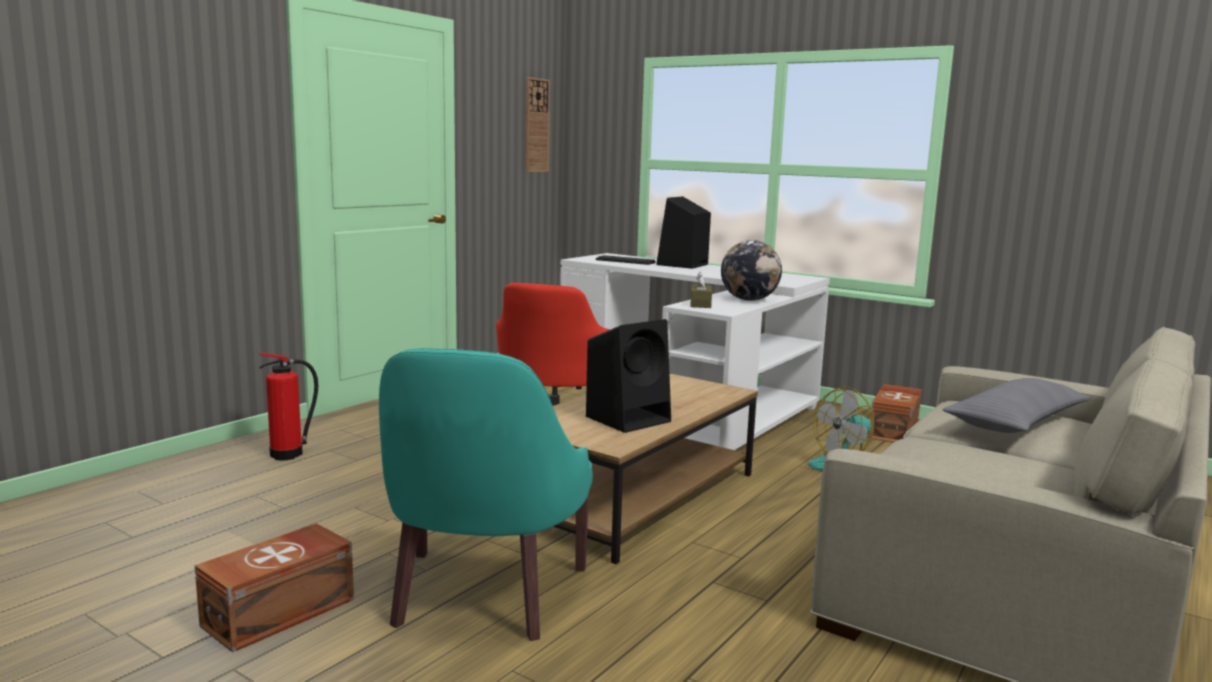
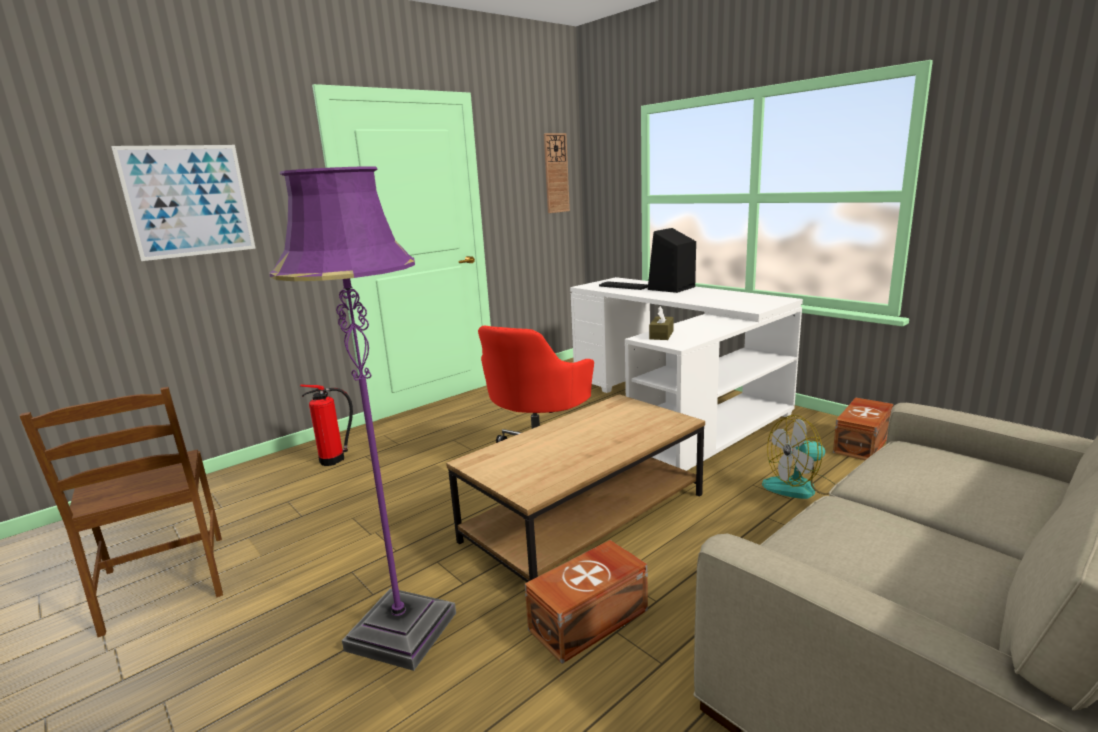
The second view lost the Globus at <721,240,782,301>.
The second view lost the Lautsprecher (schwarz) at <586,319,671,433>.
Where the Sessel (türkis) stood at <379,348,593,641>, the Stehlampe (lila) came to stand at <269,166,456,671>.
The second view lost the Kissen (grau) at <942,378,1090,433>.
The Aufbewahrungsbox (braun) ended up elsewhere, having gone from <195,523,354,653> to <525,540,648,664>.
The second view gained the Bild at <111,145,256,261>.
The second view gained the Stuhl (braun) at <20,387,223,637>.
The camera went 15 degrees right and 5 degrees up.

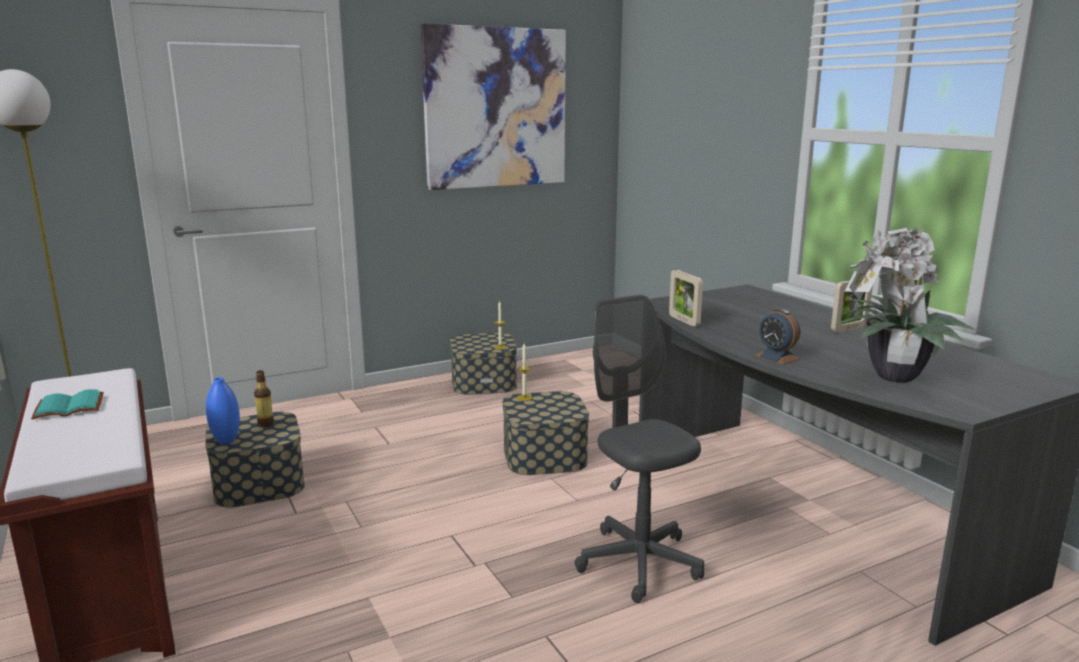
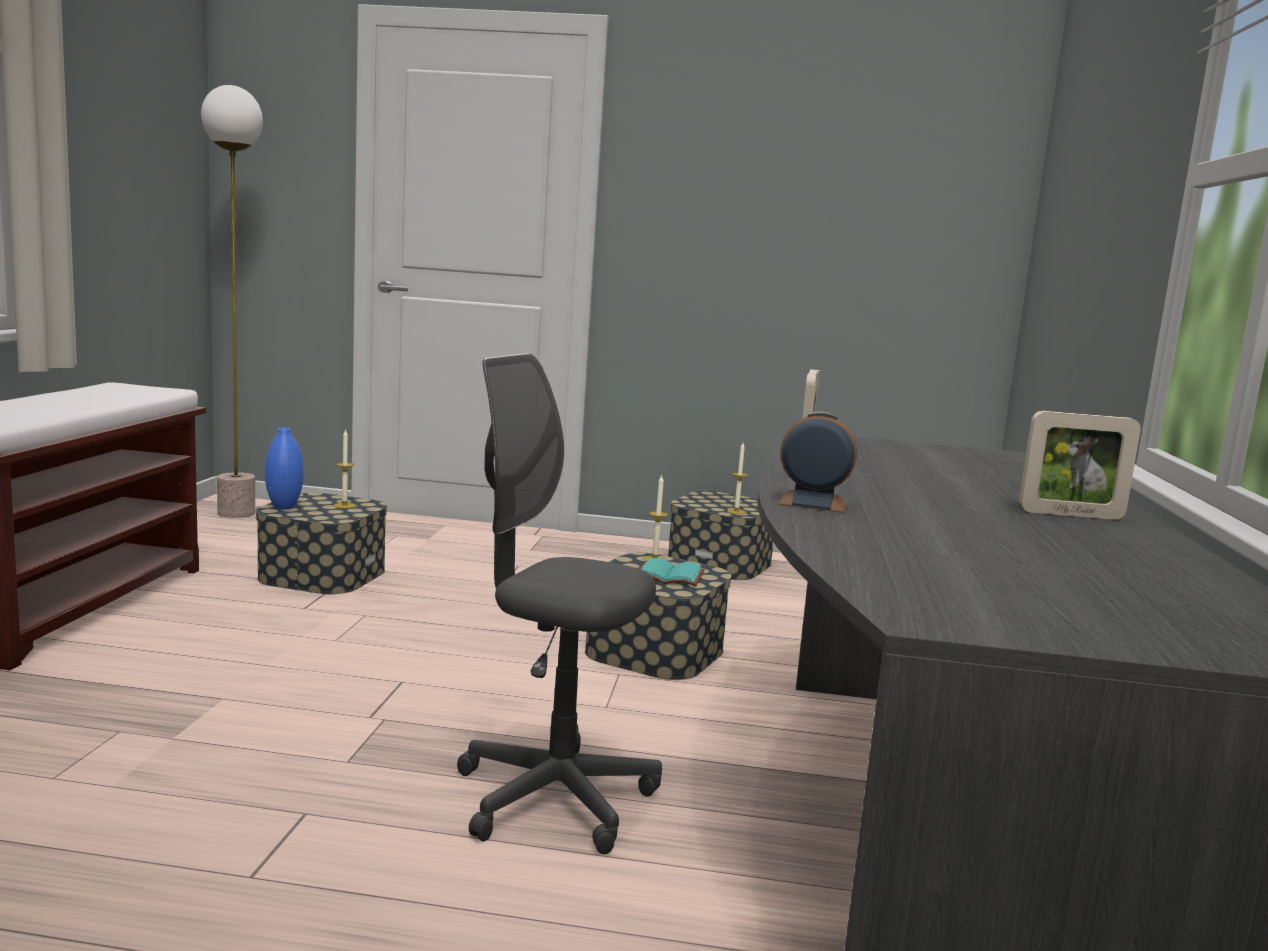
The second view lost the Bild at <420,23,566,190>.
The second view lost the Topfpflanze at <835,227,976,383>.
The Bürostuhl (grau) at <574,294,704,603> ended up facing another way, 75 degrees counterclockwise from before.
The Wecker at <755,309,800,365> ended up facing another way, 105 degrees clockwise from before.
Where the Flasche stood at <254,370,274,427>, the Kerze came to stand at <334,429,355,508>.
The Buch (türkis) ended up elsewhere, having gone from <31,389,104,420> to <639,558,705,586>.
The camera went 35 degrees right and 5 degrees down.

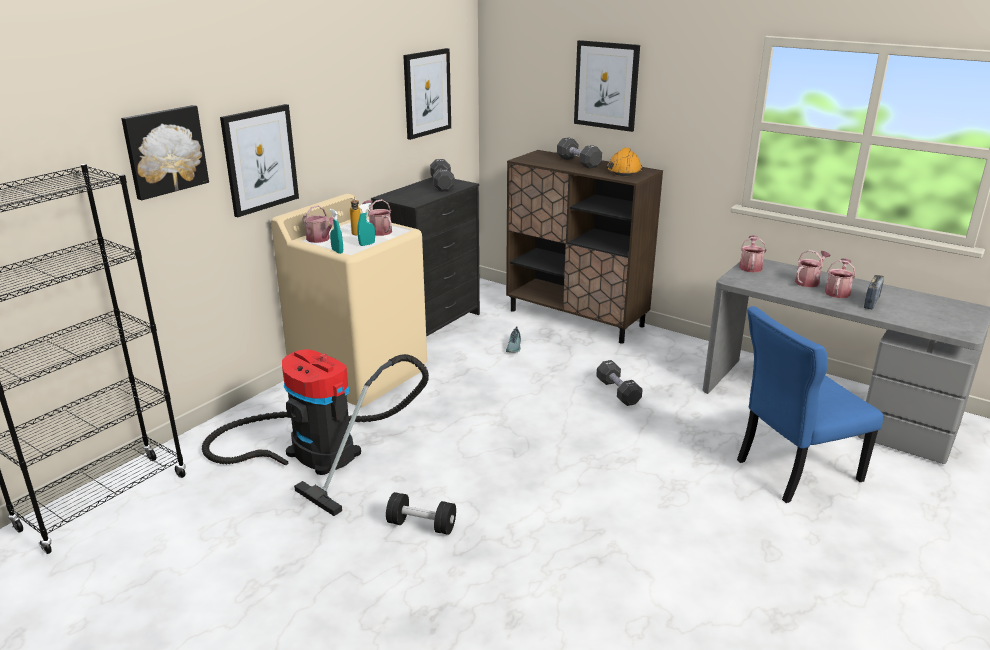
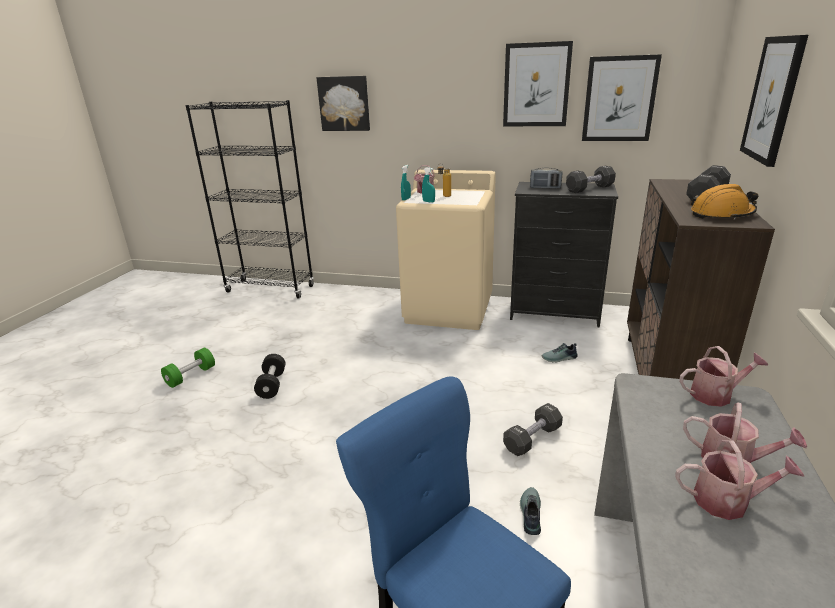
The Bild ended up elsewhere, having gone from <220,104,299,217> to <503,41,573,126>.
The second view lost the Gießkanne at <362,199,392,236>.
The Radio ended up elsewhere, having gone from <864,275,884,309> to <530,167,563,189>.
The second view lost the Staubsauger at <202,349,429,516>.
The second view gained the Hantel (grün) at <161,348,215,388>.
The second view gained the Schuh at <520,487,541,535>.
The camera went 70 degrees right and 0 degrees up.

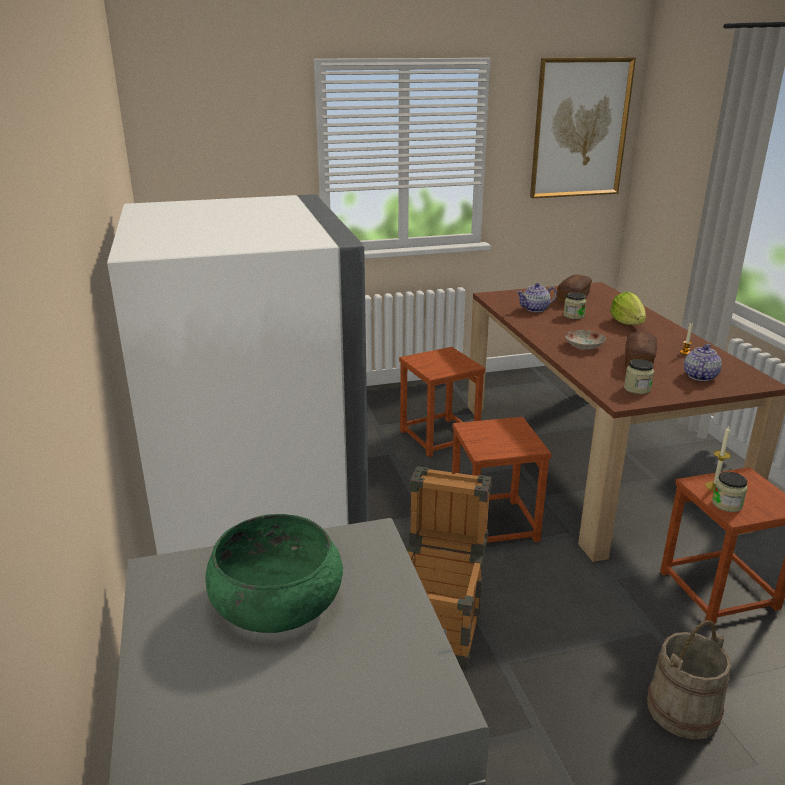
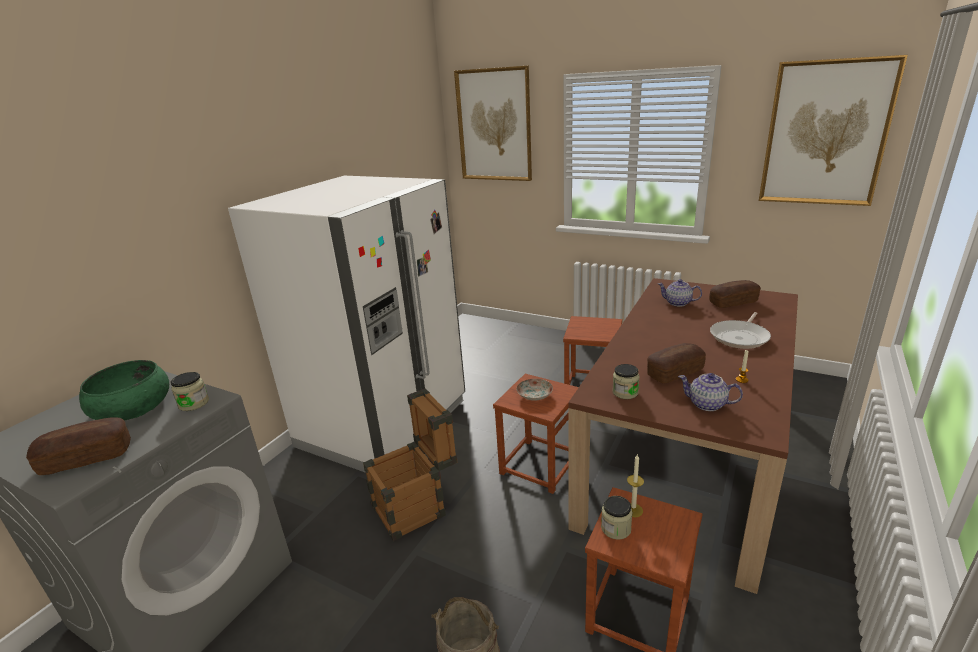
The Vorratsglas ended up elsewhere, having gone from <563,292,586,319> to <171,372,209,411>.
Where the Salatkopf stood at <610,292,646,325>, the Pfanne came to stand at <710,312,771,349>.
The Teller ended up elsewhere, having gone from <565,330,606,350> to <516,379,553,400>.
The Teekanne at <684,344,722,381> ended up facing another way, 135 degrees counterclockwise from before.
The second view gained the Bild at <454,66,532,181>.
The second view gained the Brot at <26,417,131,475>.
The camera went 45 degrees right and 0 degrees up.

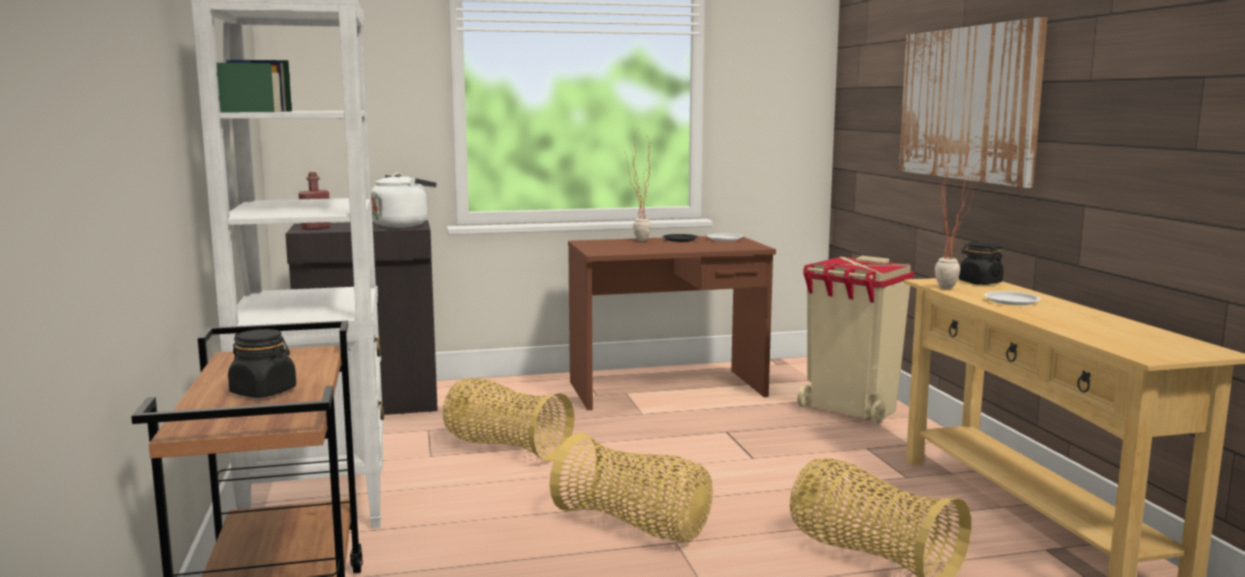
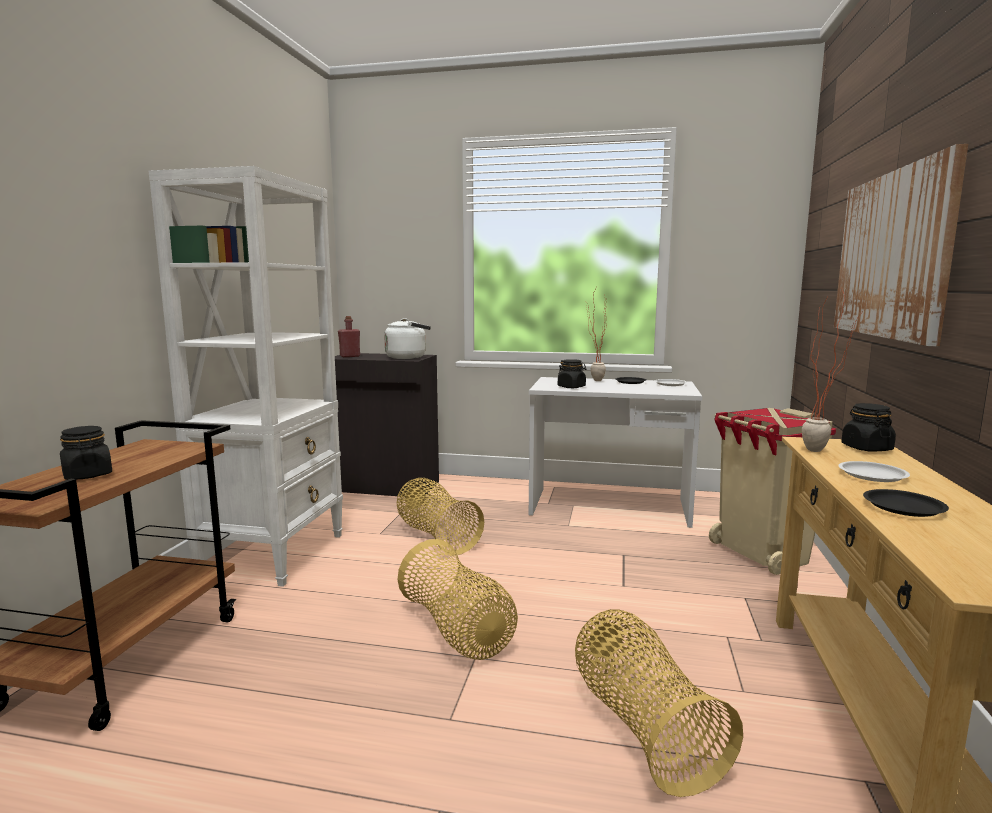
What was the Schreibtisch (braun) at <568,236,776,410> turned into the Schreibtisch (weiß) at <529,377,702,528>.
The second view gained the Vorratsglas (schwarz) at <558,359,586,388>.
The second view gained the Teller (schwarz) at <863,489,949,517>.
The camera went 25 degrees right and 0 degrees up.

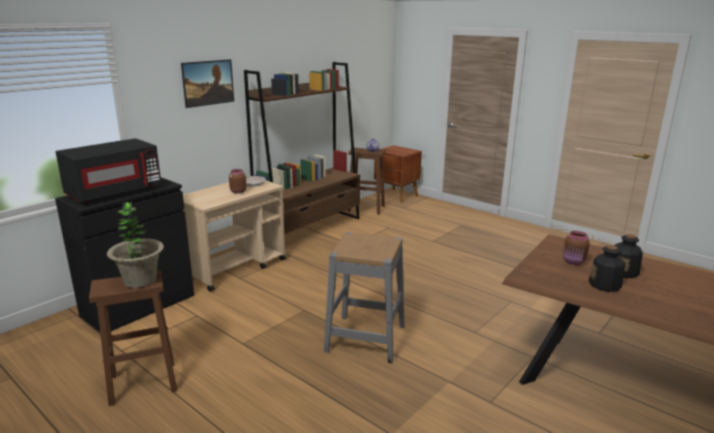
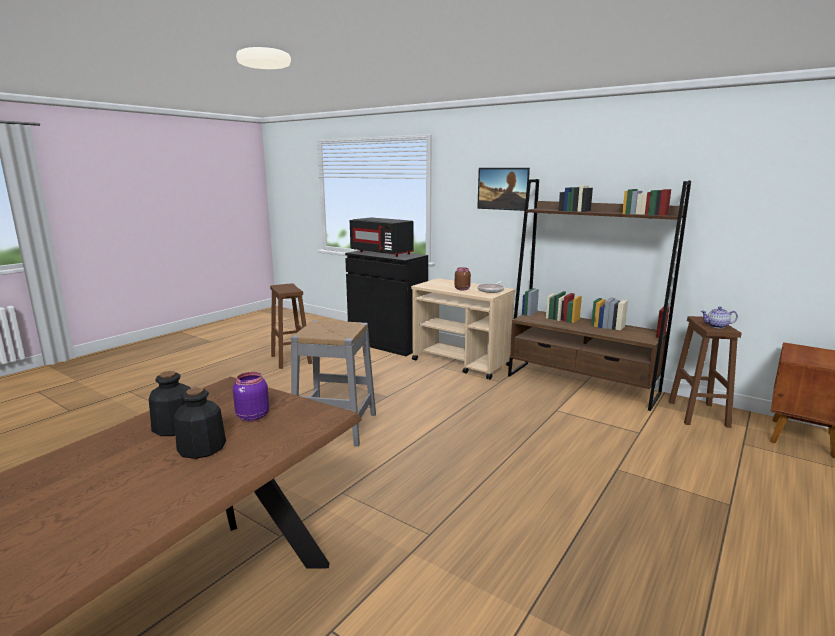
The second view lost the Topfpflanze at <107,202,164,288>.
What was the Vorratsglas (braun) at <563,231,590,265> turned into the Vorratsglas (lila) at <233,372,269,422>.
The camera went 85 degrees right and 5 degrees down.

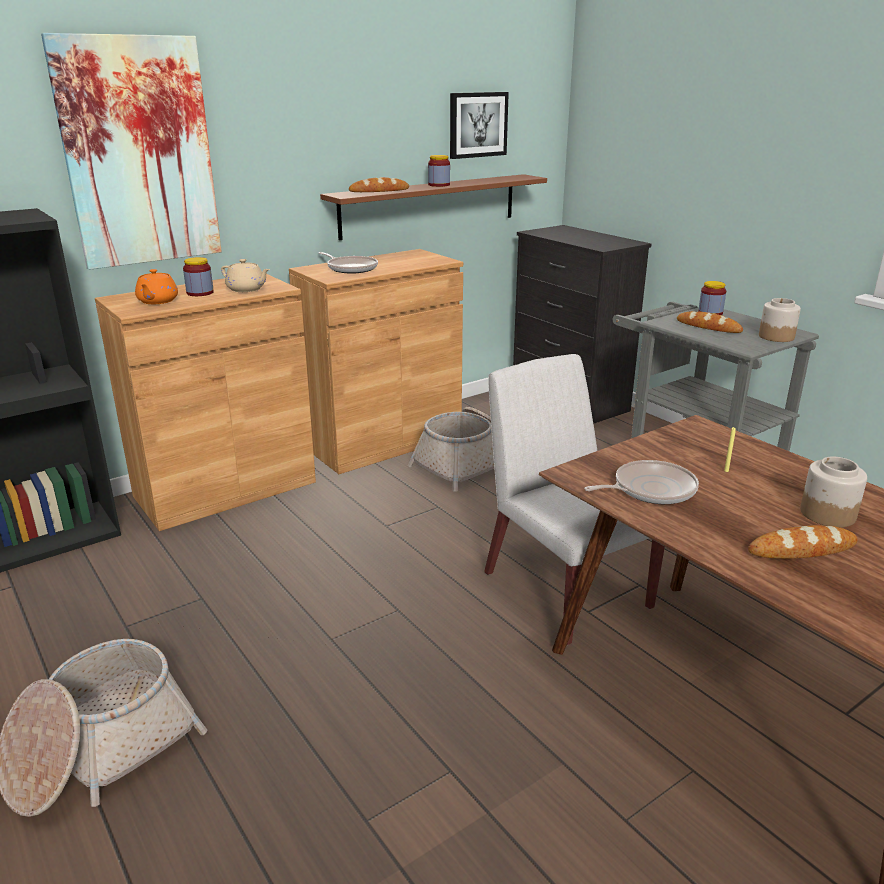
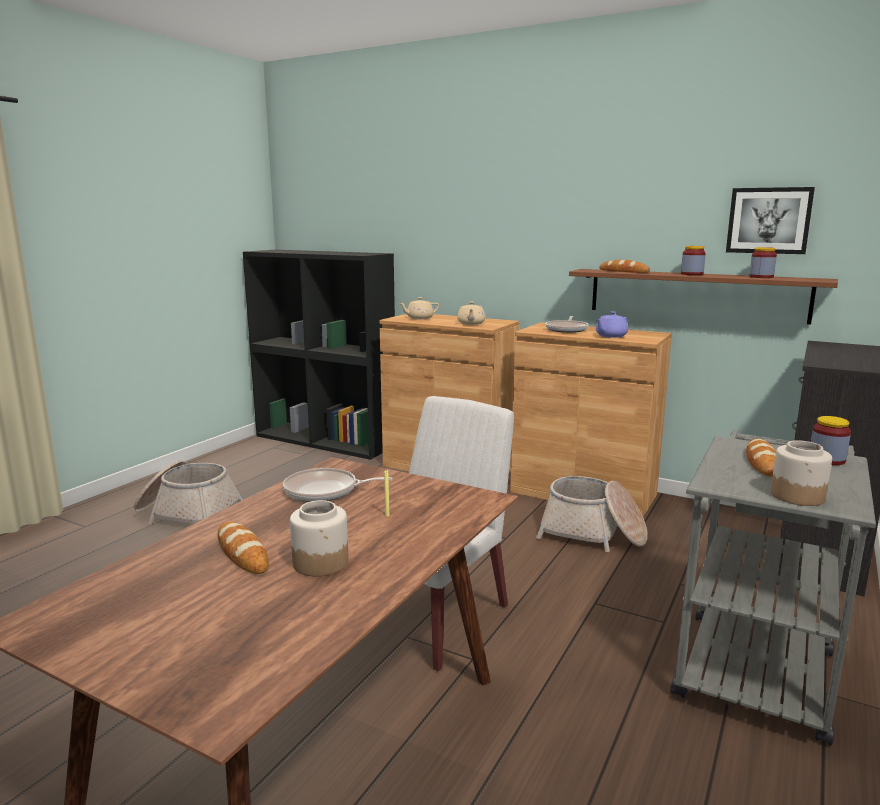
The second view lost the Bild at <41,33,222,270>.
The Vorratsglas ended up elsewhere, having gone from <183,257,214,296> to <749,247,777,278>.
What was the Teekanne (orange) at <135,269,178,304> turned into the Teekanne (beige) at <399,297,439,320>.
The Pfanne at <584,460,699,504> ended up facing another way, 135 degrees clockwise from before.
The second view gained the Teekanne (lila) at <596,311,628,338>.
The camera went 65 degrees right and 10 degrees down.

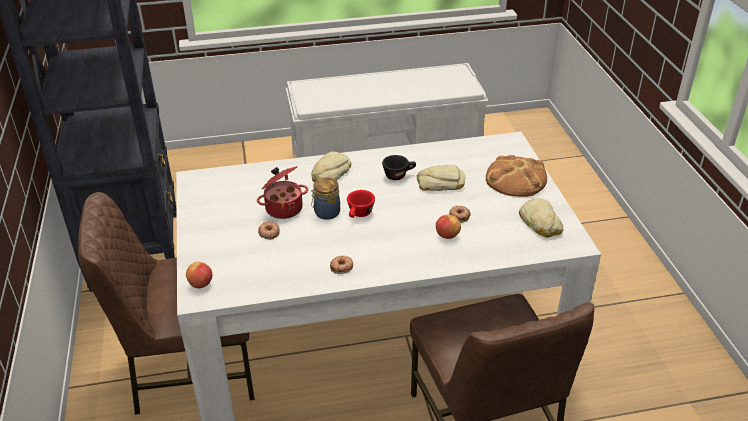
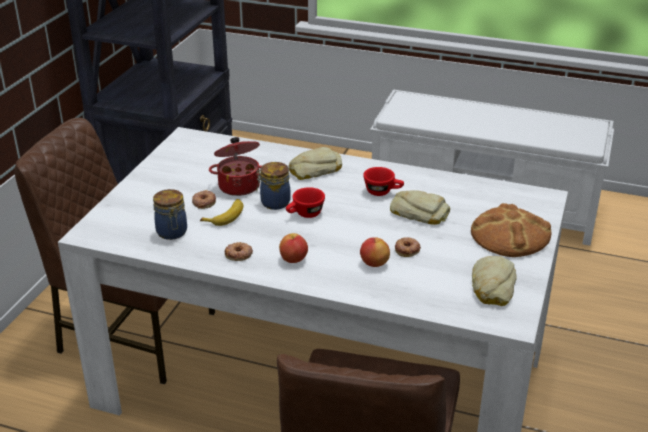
What was the Tasse (schwarz) at <382,155,416,180> turned into the Tasse (rot) at <363,167,404,196>.
The Apfel ended up elsewhere, having gone from <186,262,212,289> to <279,233,308,263>.
The second view gained the Vorratsglas at <153,189,187,240>.
The second view gained the Banane at <200,199,243,226>.
The camera went 30 degrees right and 5 degrees down.

